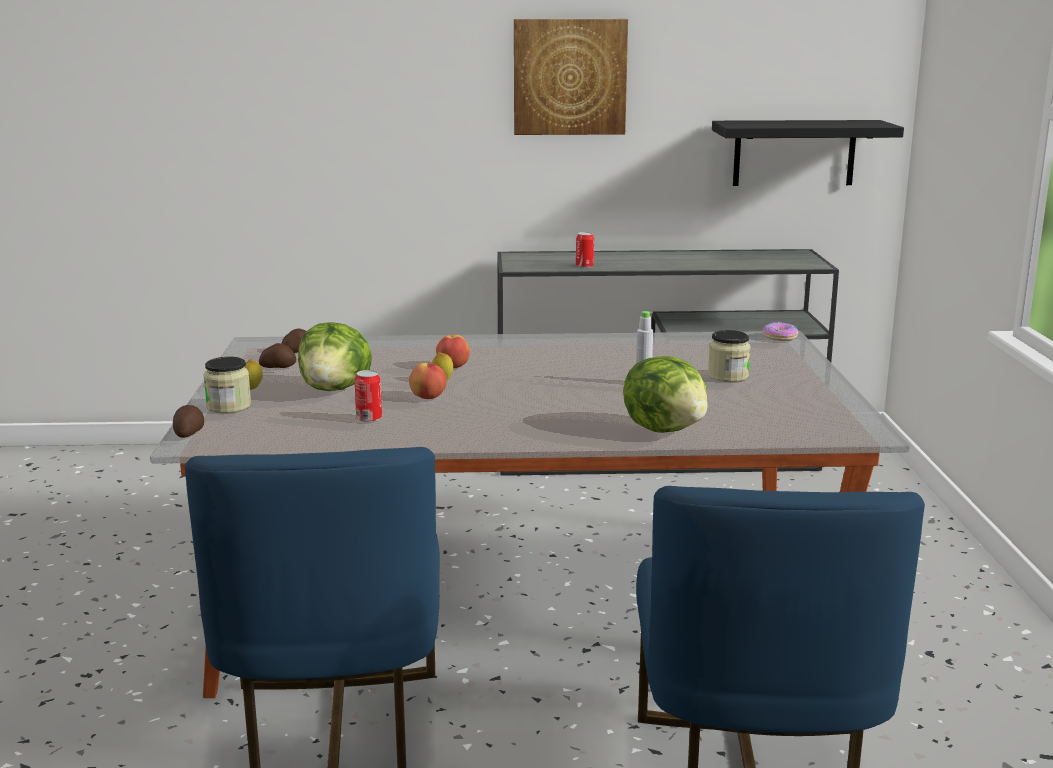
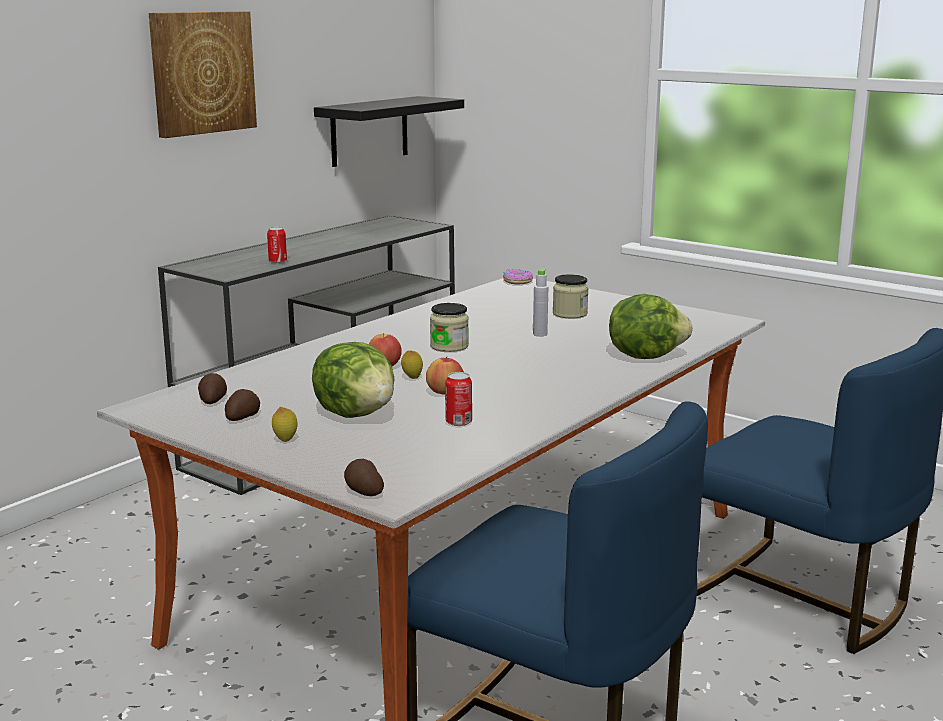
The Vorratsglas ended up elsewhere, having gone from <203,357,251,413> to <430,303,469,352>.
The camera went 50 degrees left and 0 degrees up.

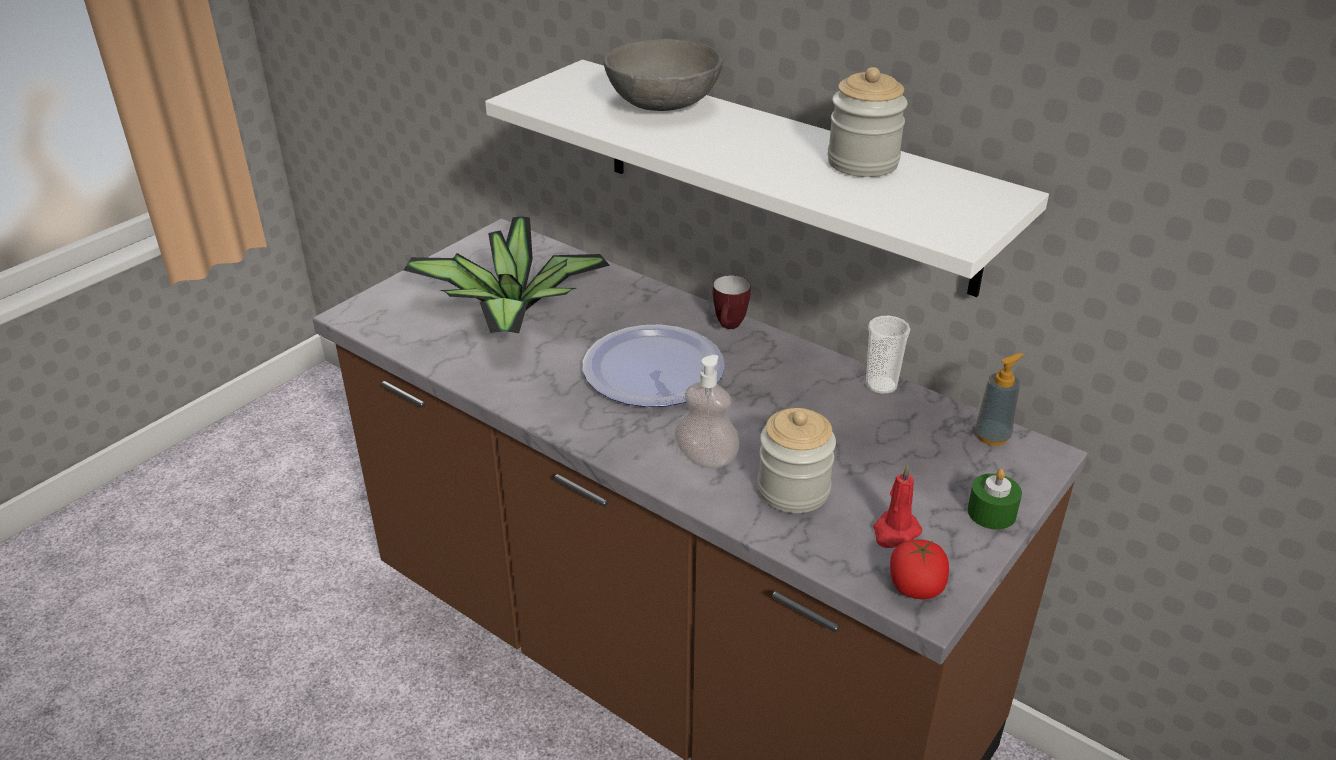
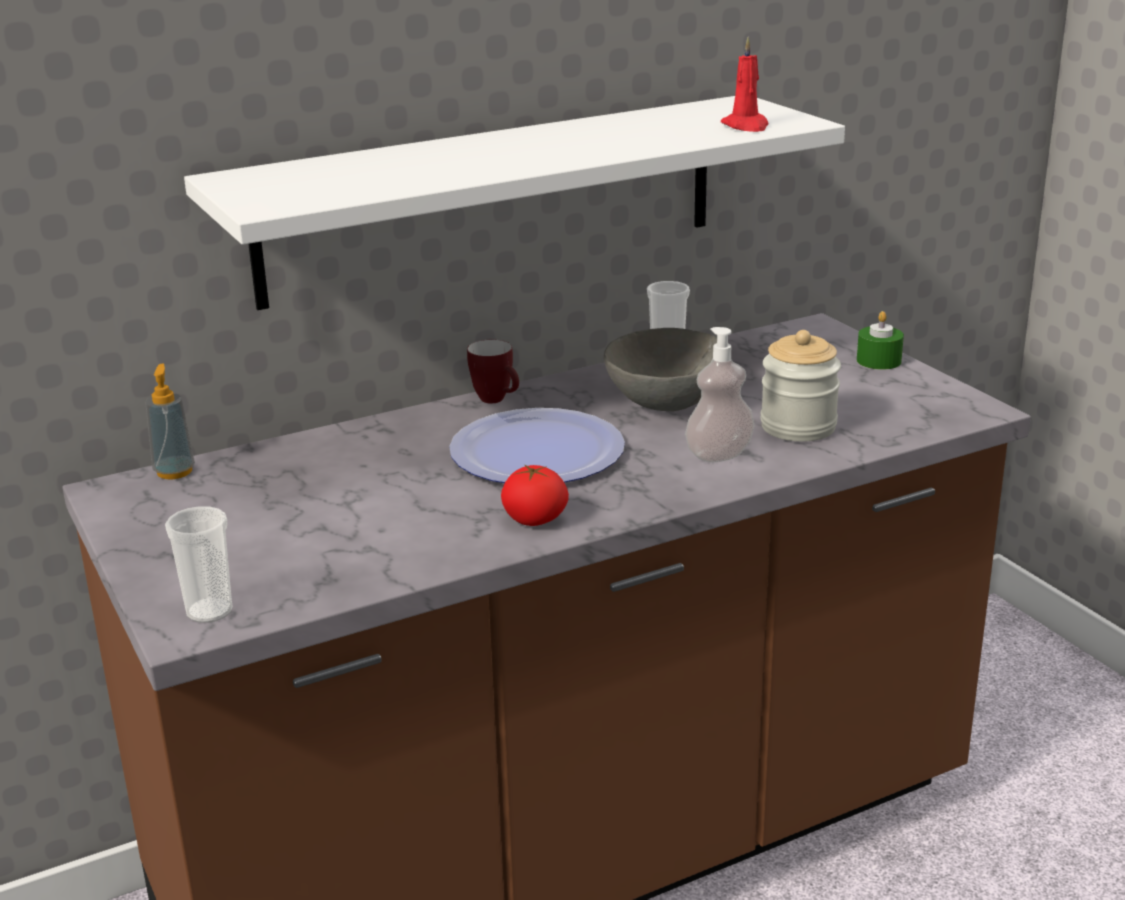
The Schüssel (grau) ended up elsewhere, having gone from <604,39,722,111> to <604,328,717,411>.
The second view lost the Vorratsglas at <828,67,908,177>.
The second view lost the Topfpflanze at <404,217,610,334>.
The Seifenspender ended up elsewhere, having gone from <975,353,1024,446> to <145,364,195,479>.
The Kerze (rot) ended up elsewhere, having gone from <873,464,922,548> to <721,37,769,132>.
The Tomate ended up elsewhere, having gone from <890,540,949,599> to <501,465,569,526>.
The second view gained the Tasse at <165,506,233,623>.
The camera went 65 degrees left and 10 degrees down.

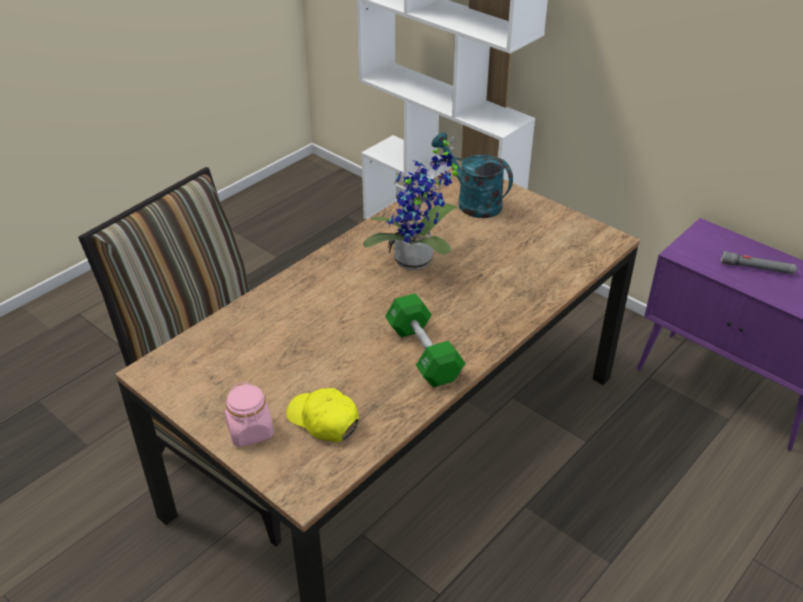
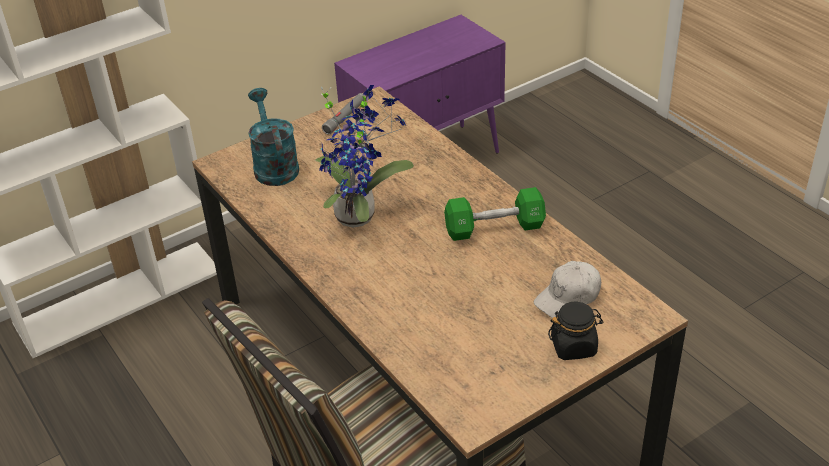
The Gießkanne (türkis) at <432,132,513,218> ended up facing another way, 105 degrees clockwise from before.
The Taschenlampe (grau) ended up elsewhere, having gone from <721,251,797,274> to <322,93,365,135>.
What was the Vorratsglas (rosa) at <225,382,274,447> turned into the Vorratsglas (schwarz) at <548,301,603,360>.
What was the Kappe (gelb) at <286,388,359,442> turned into the Kappe (weiß) at <534,261,601,318>.
The camera went 75 degrees left and 0 degrees up.

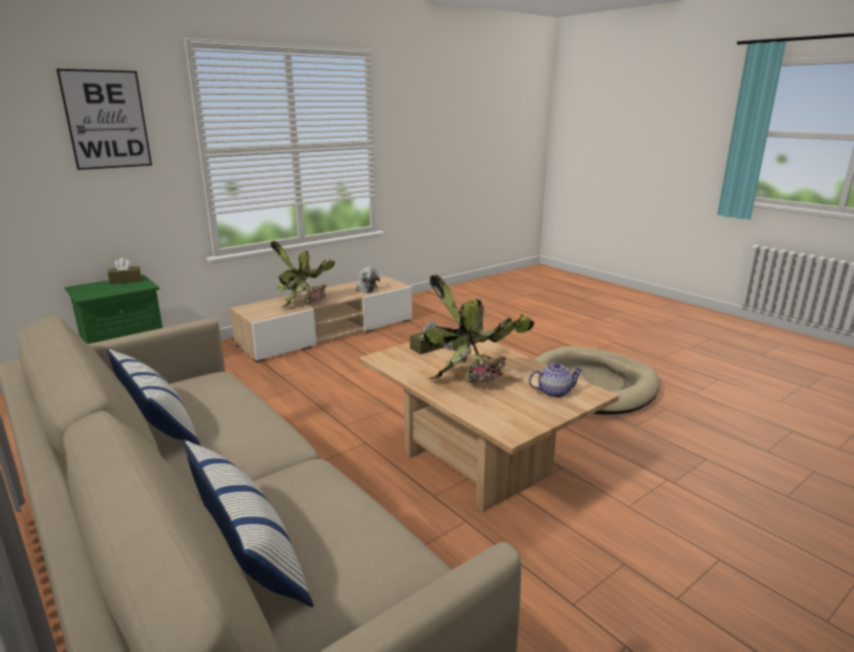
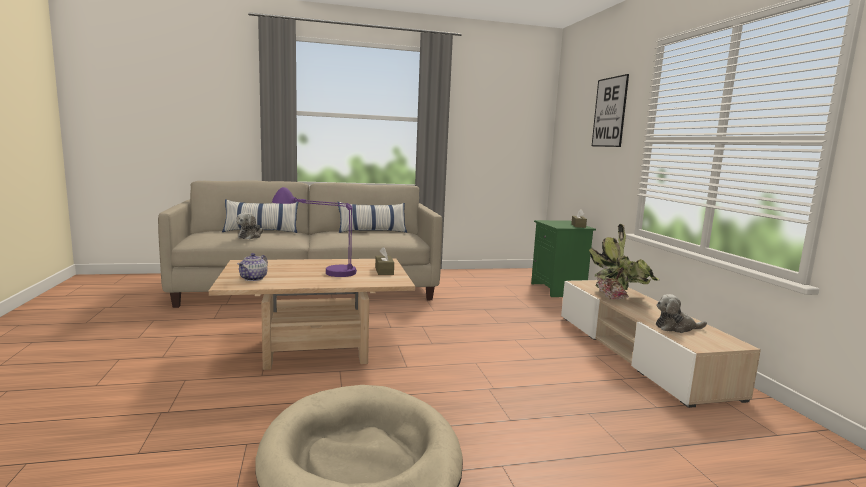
Where the Topfpflanze stood at <423,275,534,385>, the Tischlampe (lila) came to stand at <272,187,357,277>.
The second view gained the Plüschtier at <236,212,263,239>.
The camera went 115 degrees right and 10 degrees down.

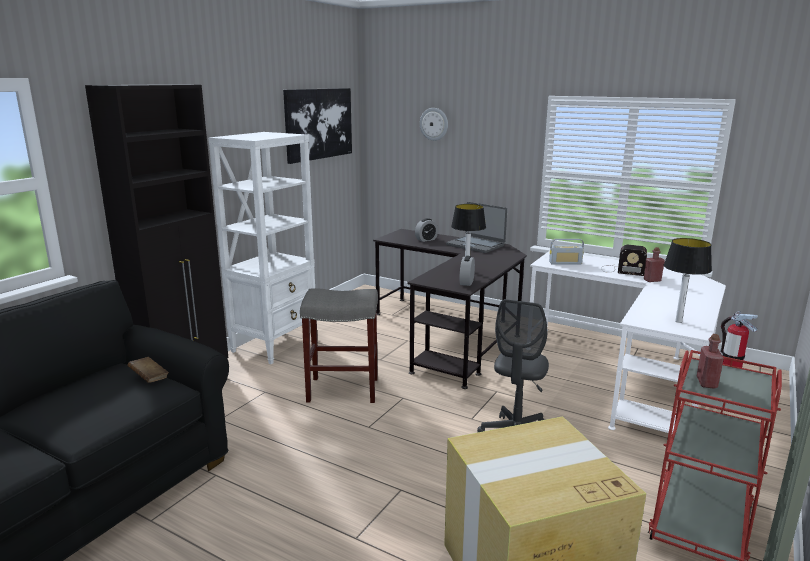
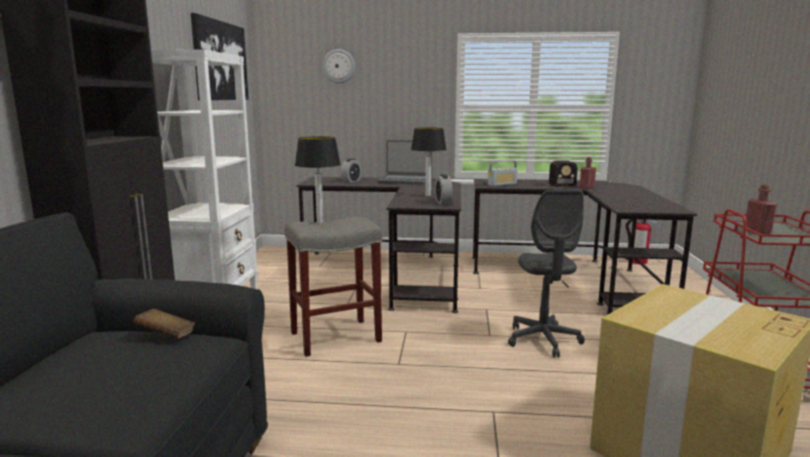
The Tischlampe ended up elsewhere, having gone from <664,238,712,323> to <295,137,341,224>.
What was the Schreibtisch (weiß) at <530,251,726,433> turned into the Schreibtisch (schwarz) at <472,179,697,315>.
The camera went 25 degrees left and 5 degrees down.

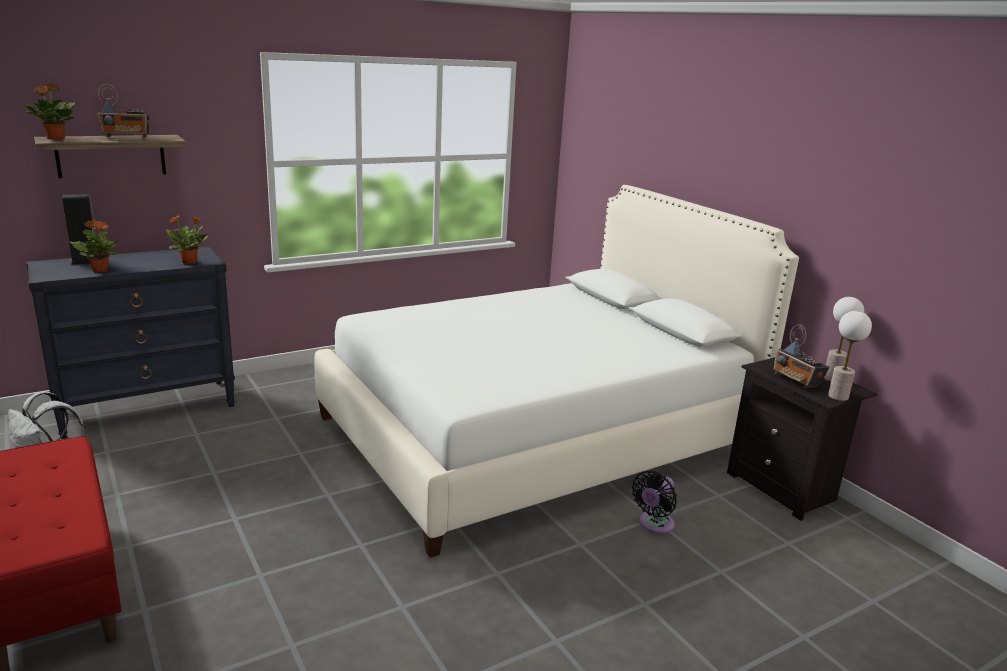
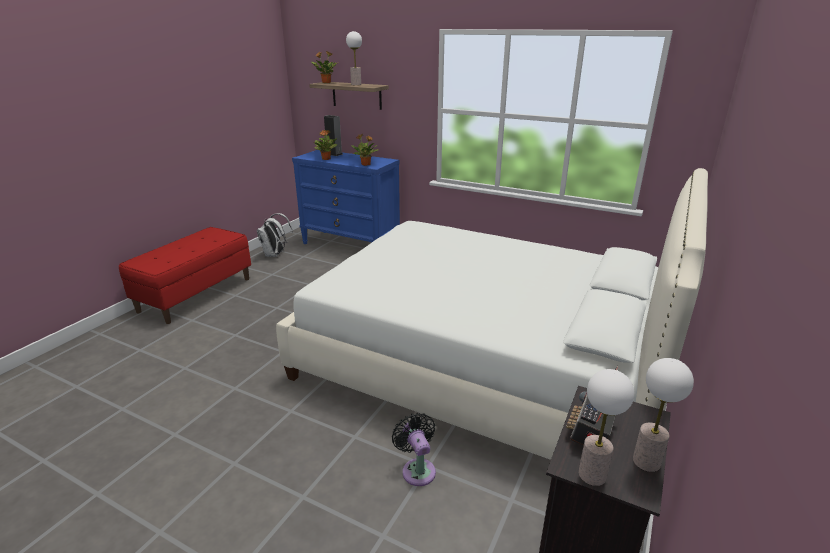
Where the Radio stood at <97,84,150,137>, the Tischlampe came to stand at <346,31,362,85>.
What was the Kommode (schwarz) at <27,246,235,439> turned into the Kommode (blau) at <292,150,400,244>.
The Ventilator (schwarz) at <632,471,677,534> ended up facing another way, 60 degrees clockwise from before.
The camera went 60 degrees right and 5 degrees up.

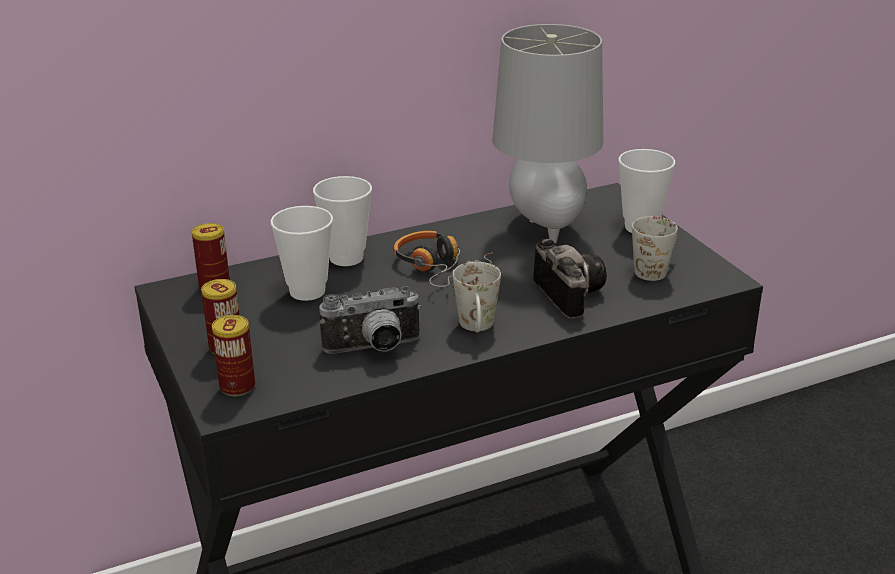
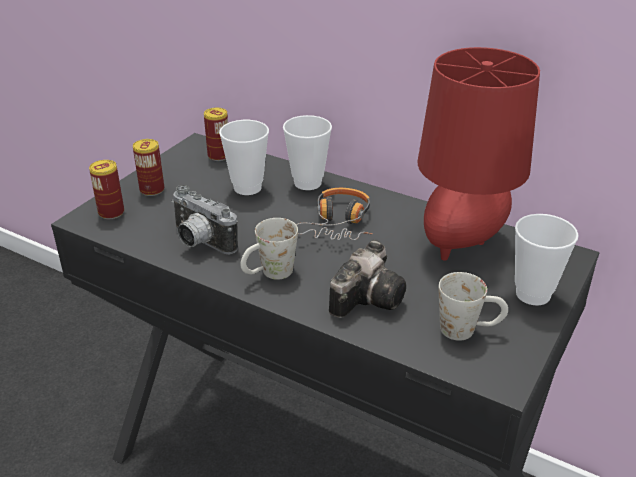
What was the Tischlampe (grau) at <492,24,603,243> turned into the Tischlampe (rot) at <418,47,540,261>.
The camera went 55 degrees right and 5 degrees up.

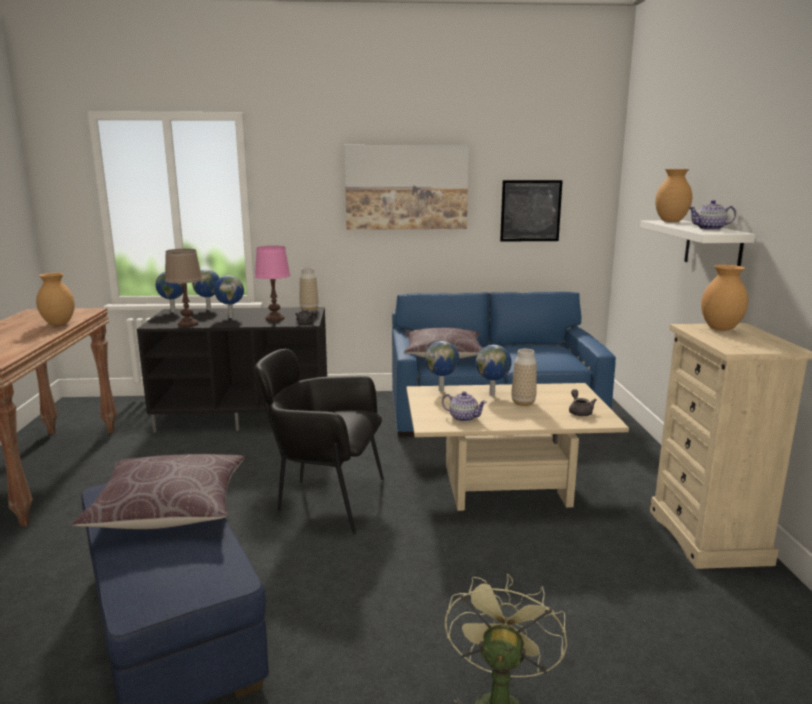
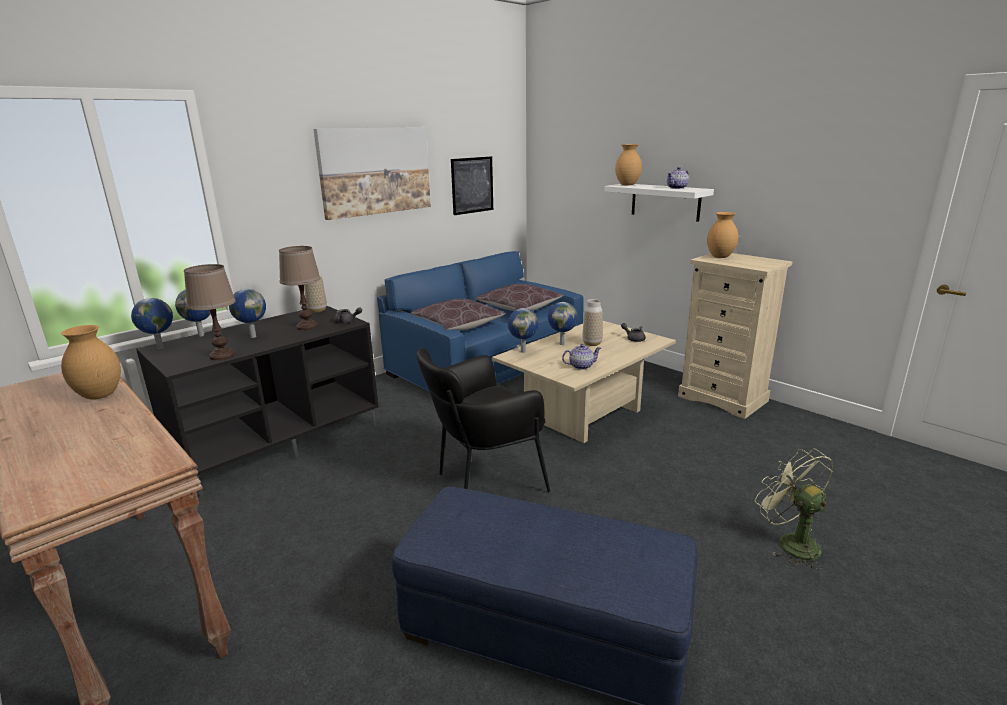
What was the Tischlampe (rosa) at <255,246,290,321> turned into the Tischlampe (braun) at <279,246,321,331>.
The Kissen (braun) ended up elsewhere, having gone from <72,454,244,529> to <476,284,563,311>.
The camera went 40 degrees left and 5 degrees up.

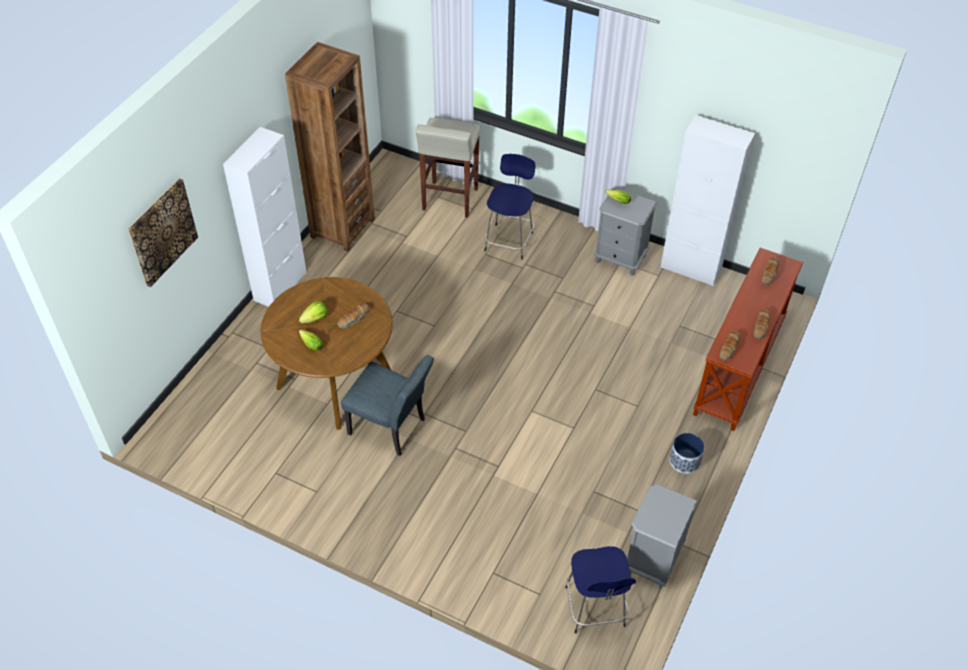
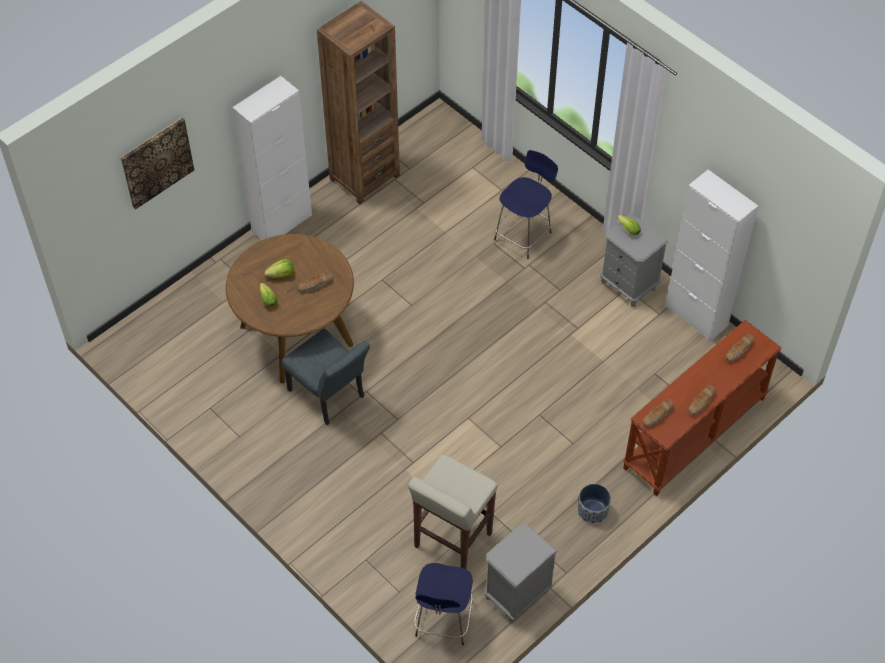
The Hocker (beige) ended up elsewhere, having gone from <416,118,481,218> to <408,454,498,569>.
The camera went 20 degrees right and 5 degrees up.

